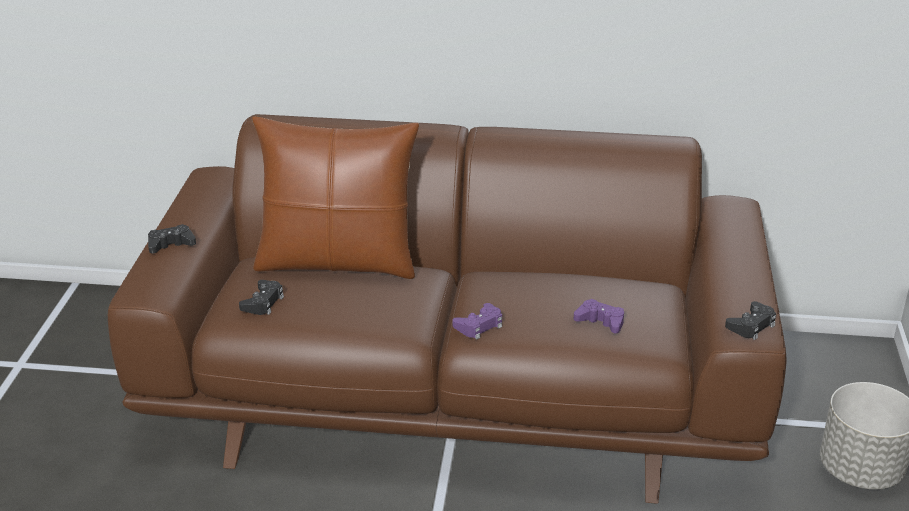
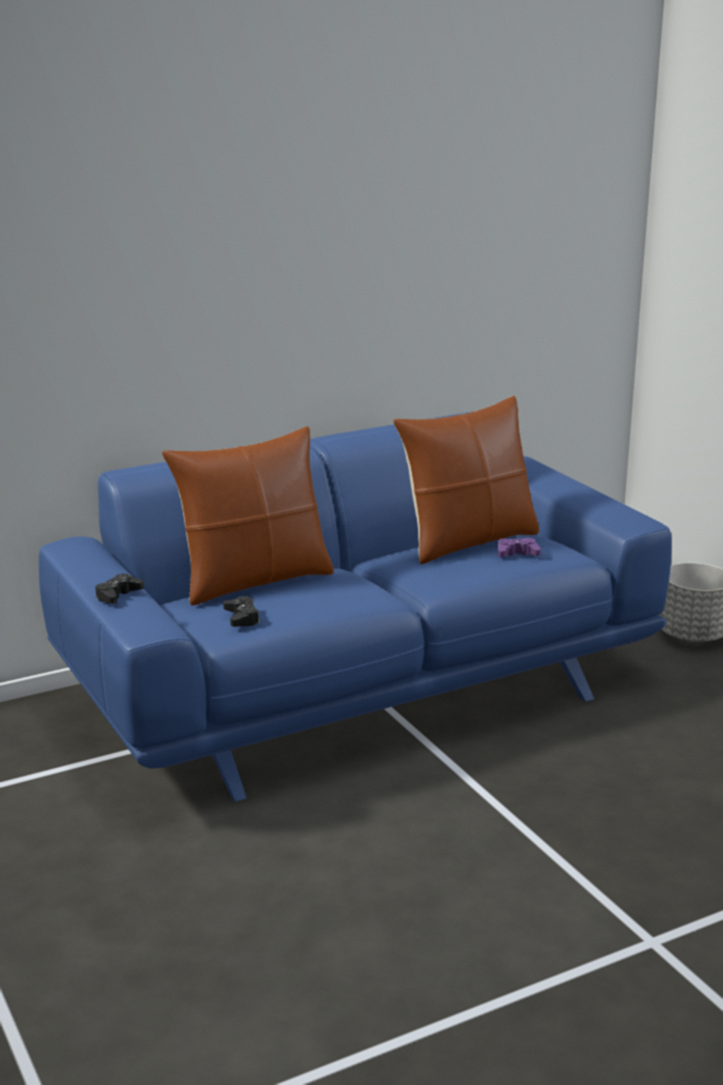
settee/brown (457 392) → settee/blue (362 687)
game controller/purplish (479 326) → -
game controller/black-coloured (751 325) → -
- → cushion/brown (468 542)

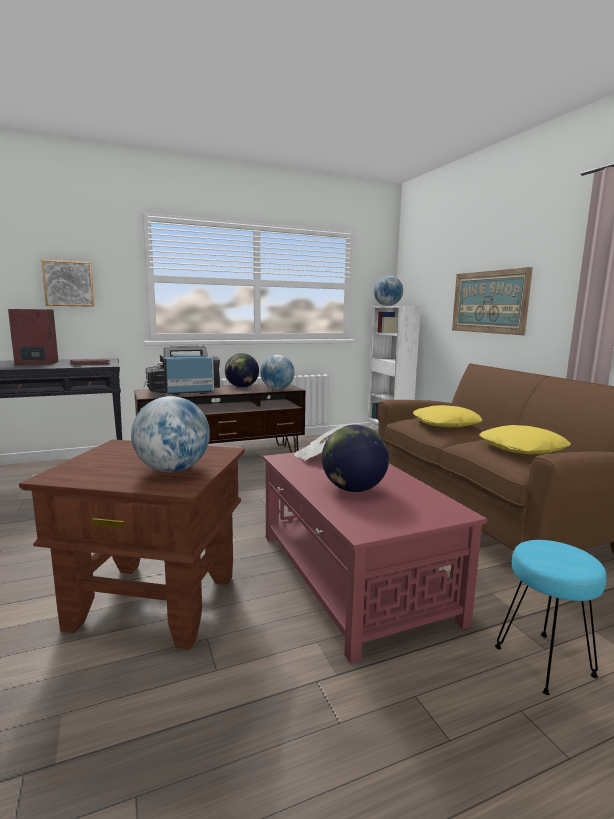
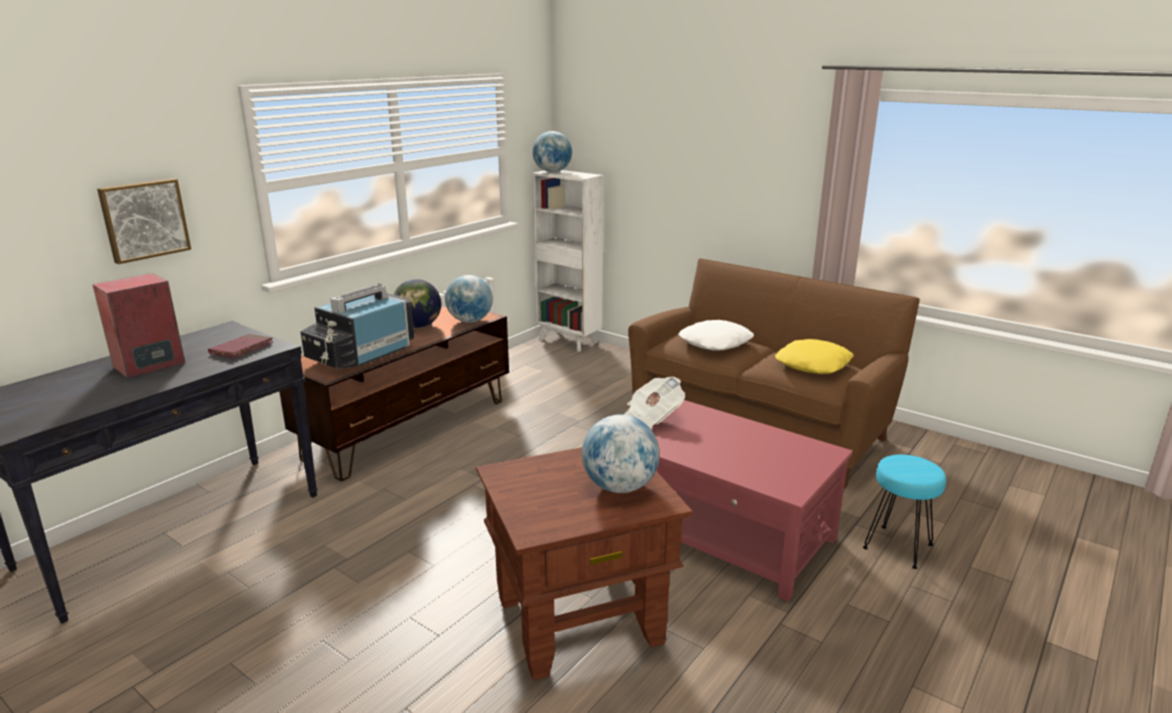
globe (353 489) → -
cushion/yellow-coloured (446 424) → cushion/whitish (716 343)
picture (488 302) → -

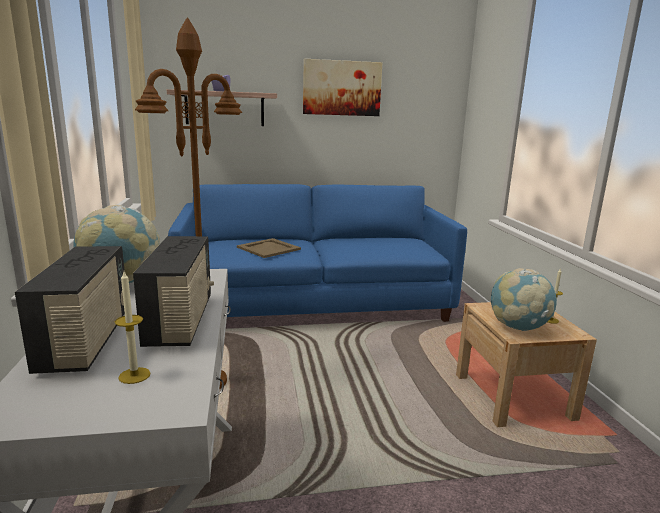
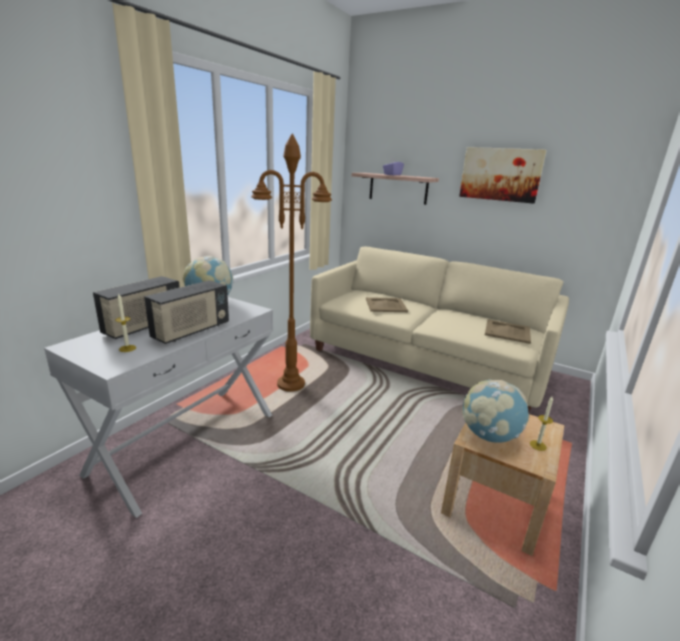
settee/blue (315 303) → settee/beige (426 360)
- → tray/beige (508 331)

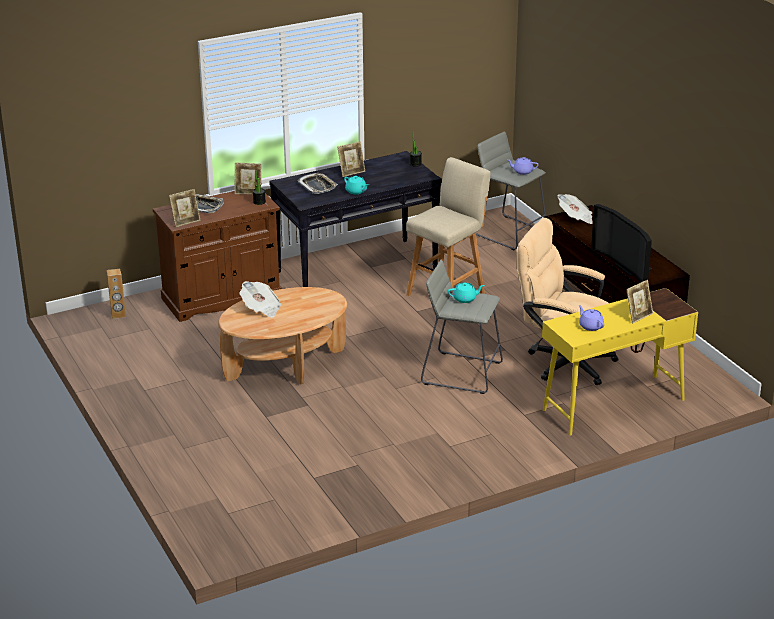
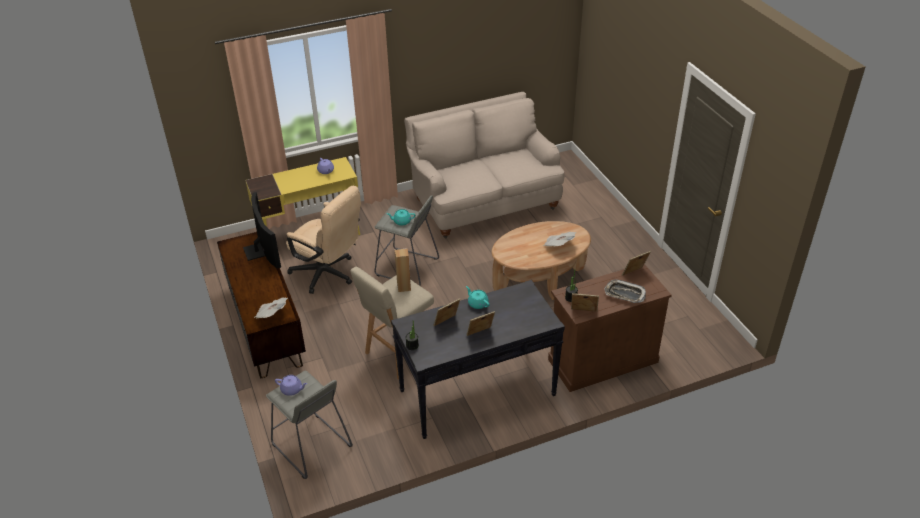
loudspeaker/brown (118 315) → loudspeaker/brown (404 287), move
tray (318 186) → -
picture frame (638 316) → picture frame (447 323), move
- → settee/beige (484 202)

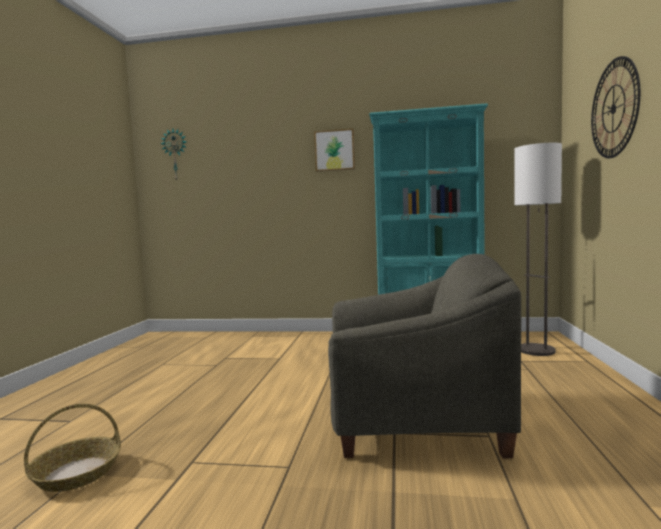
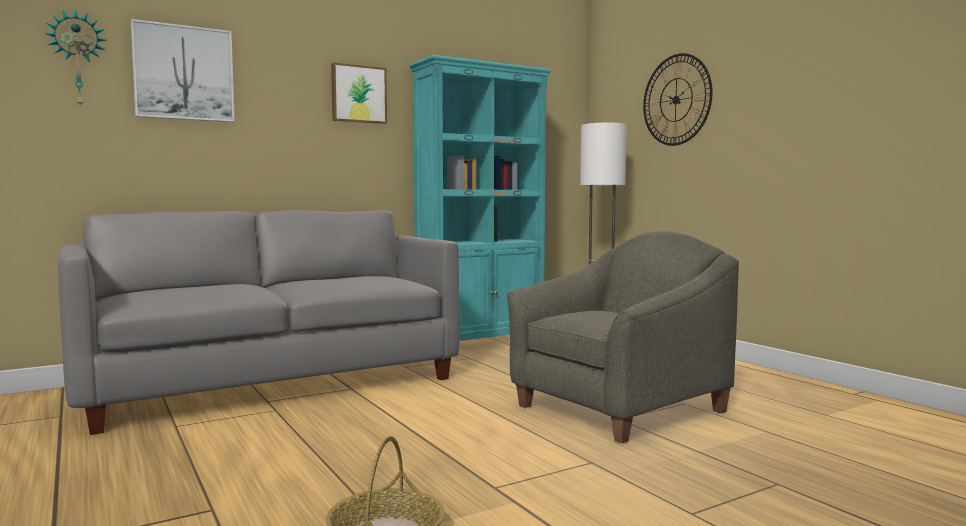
- → settee/greyish (271 382)
- → picture (184 73)

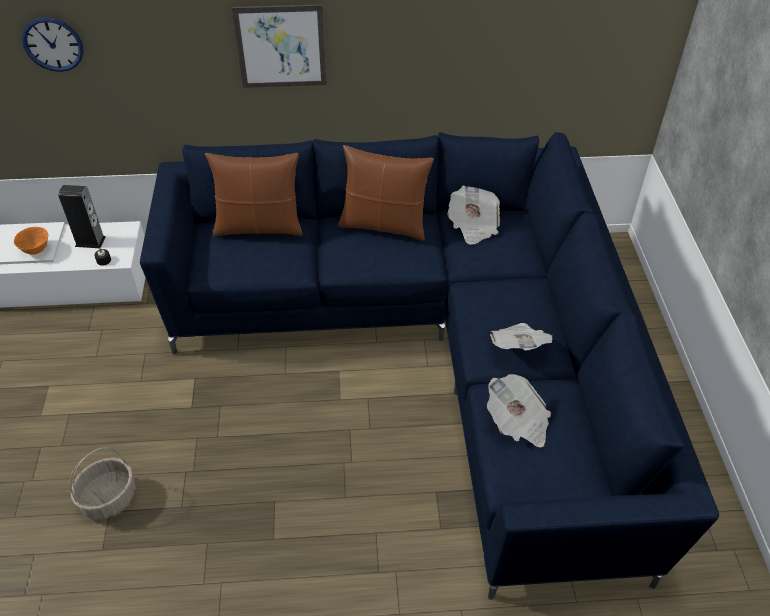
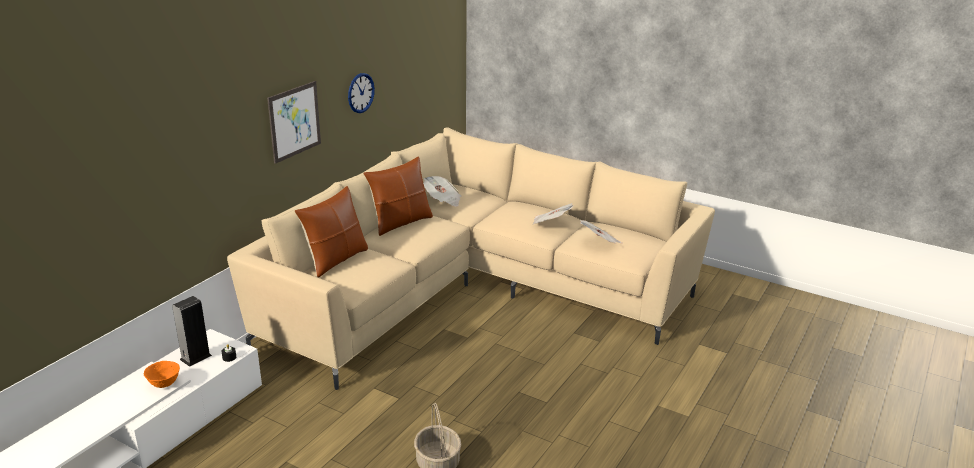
clock on the wall (53 44) → clock on the wall (360 93), move
settee/blue (433 350) → settee/beige (471 291)

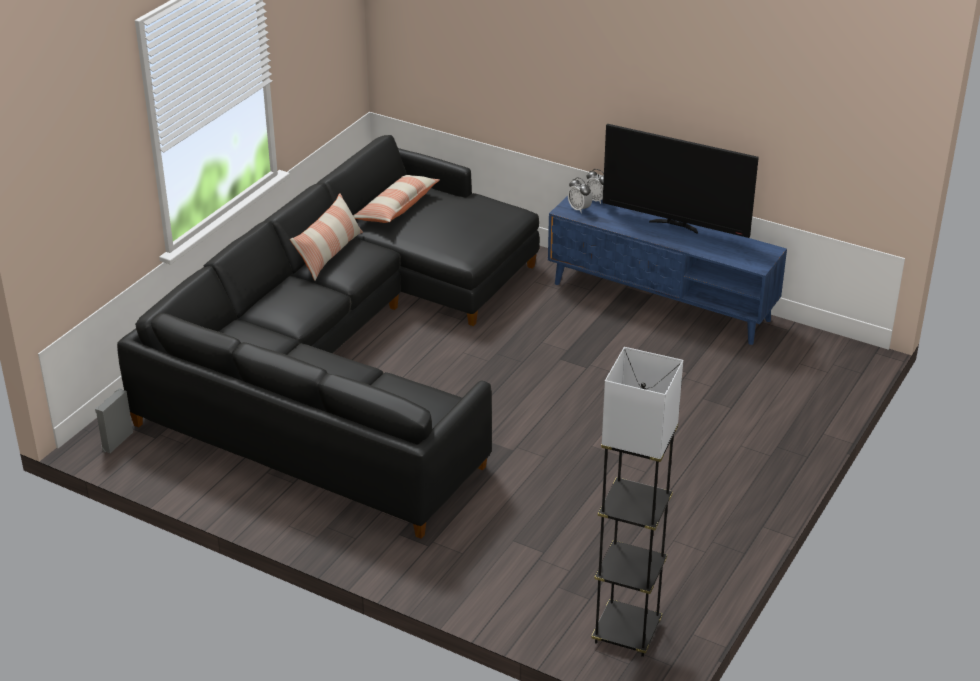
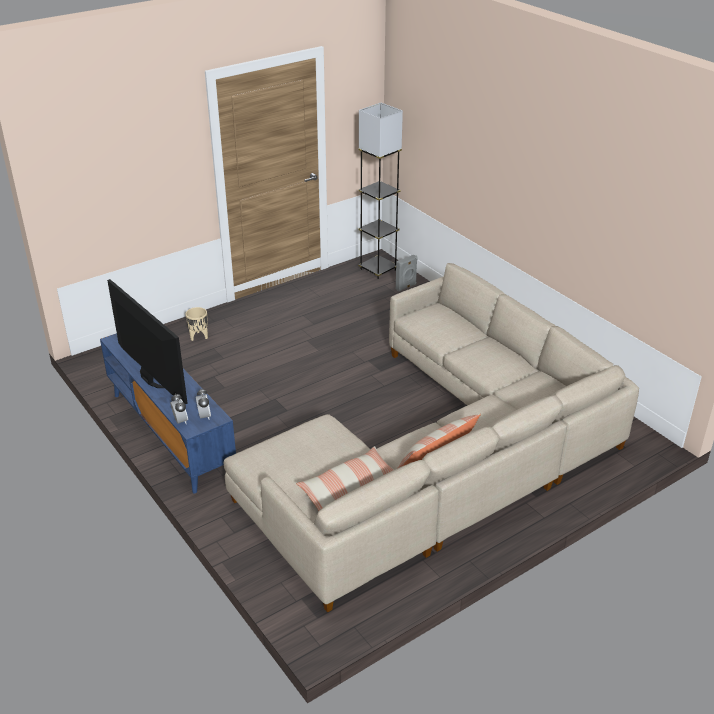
loudspeaker/greyish (116 441) → loudspeaker/greyish (406 287), move
settee/black-coloured (349 357) → settee/beige (440 458)
- → flower pot/beige (198 337)

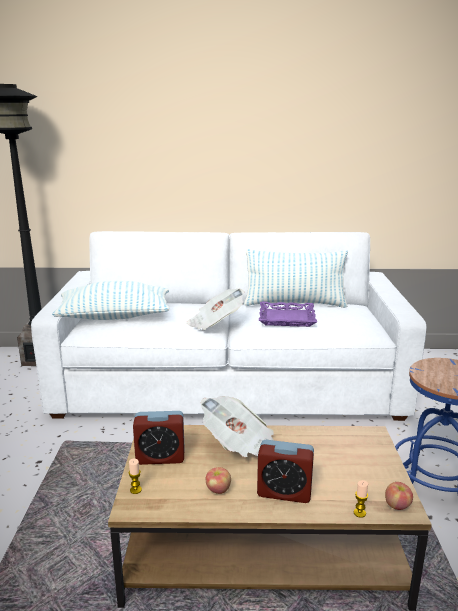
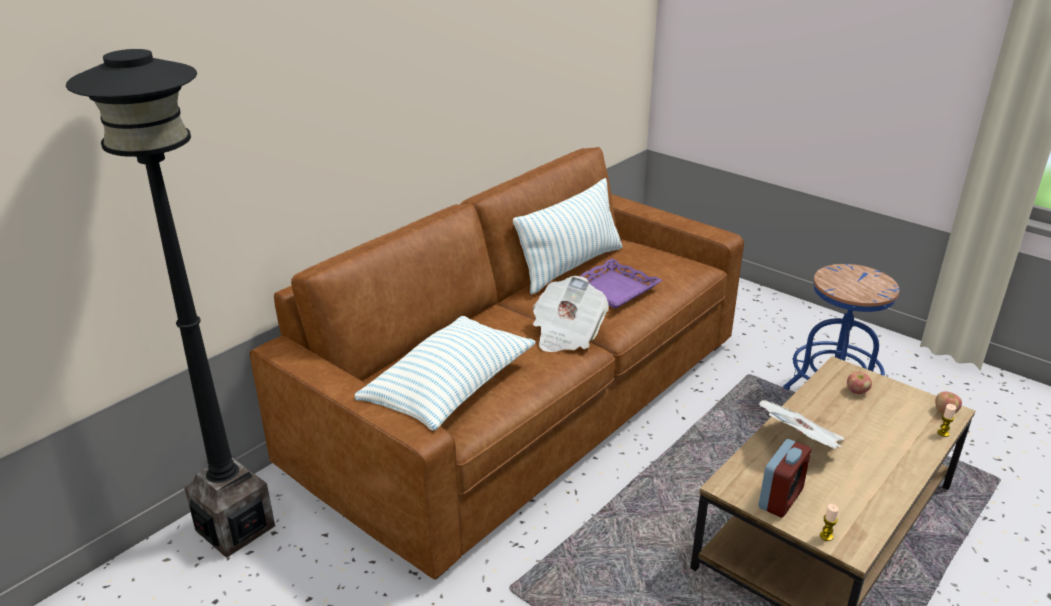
settee/whitish (229 381) → settee/brown (524 401)
apple (218 490) → apple (857 391), move
table clock (284 492) → -

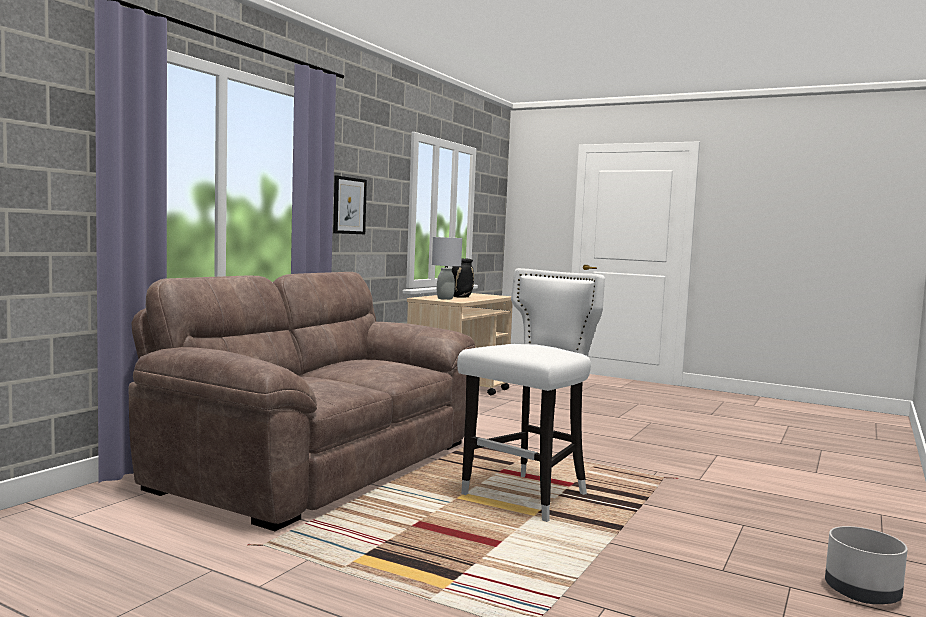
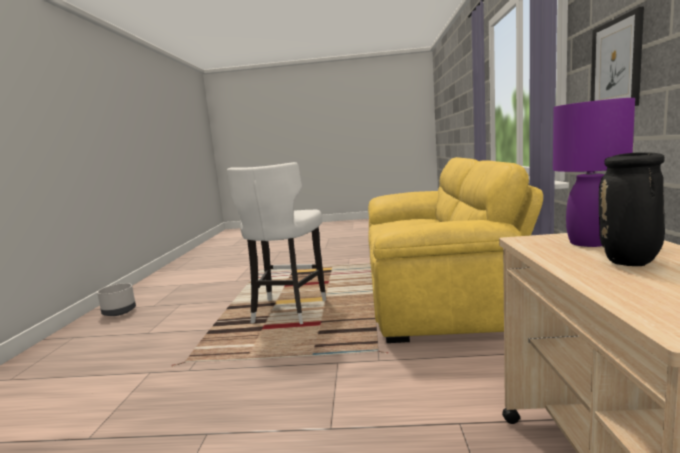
settee/brown (317 463) → settee/yellow-coloured (436 291)
table lamp/greyish (445 298) → table lamp/purplish (588 243)

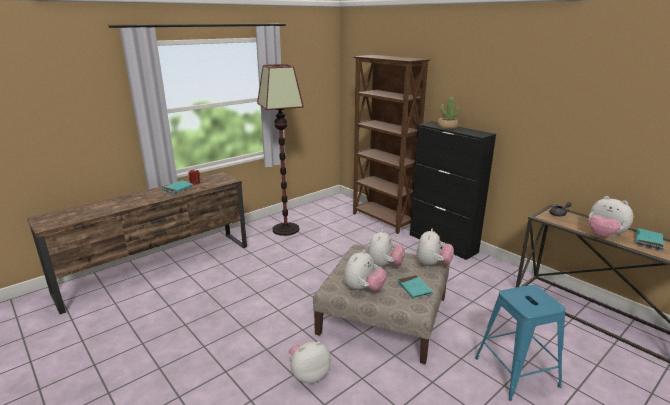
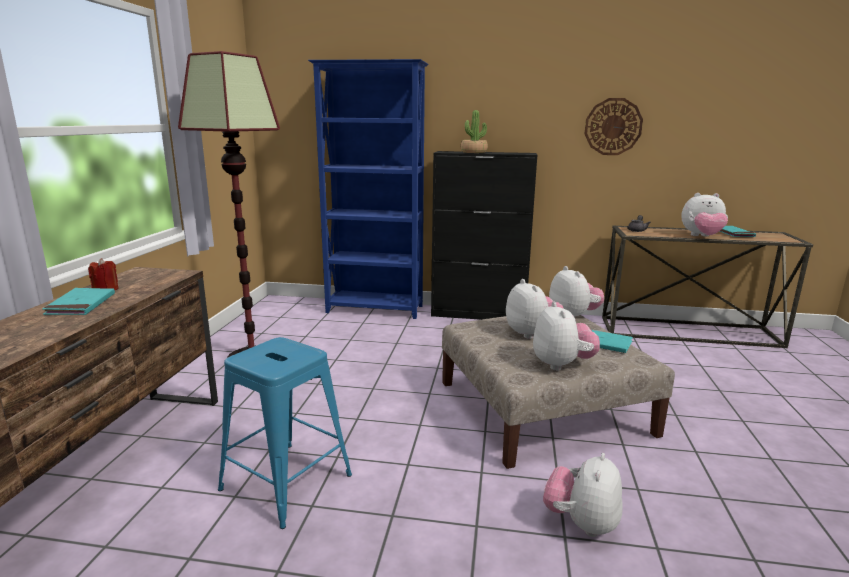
bookcase/brown (383 220) → bookcase/blue (375 310)
stool seat/blue (515 372) → stool seat/blue (285 482), move
- → clock on the wall (613 127)

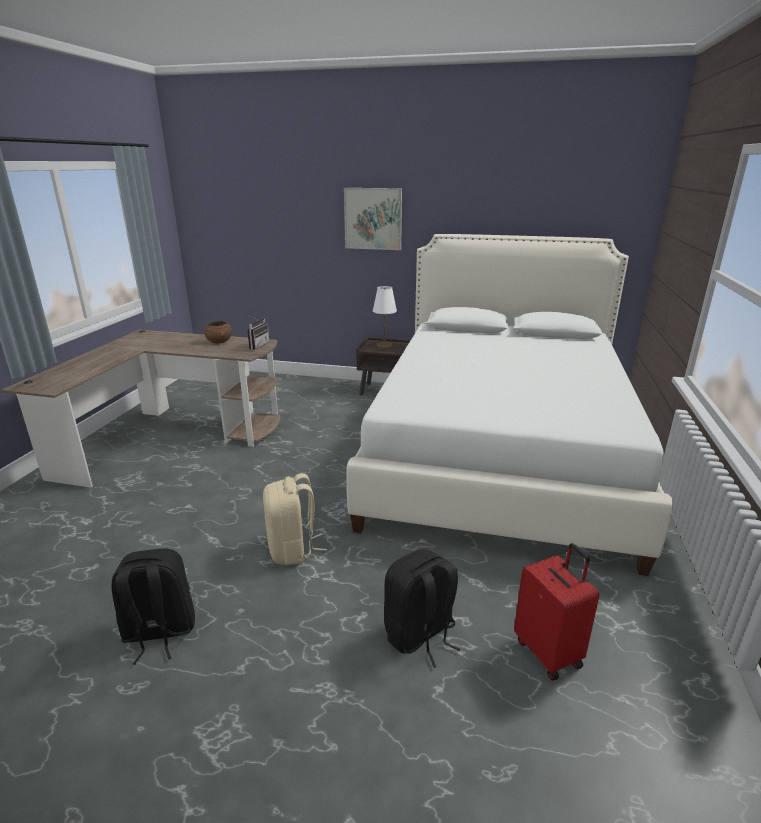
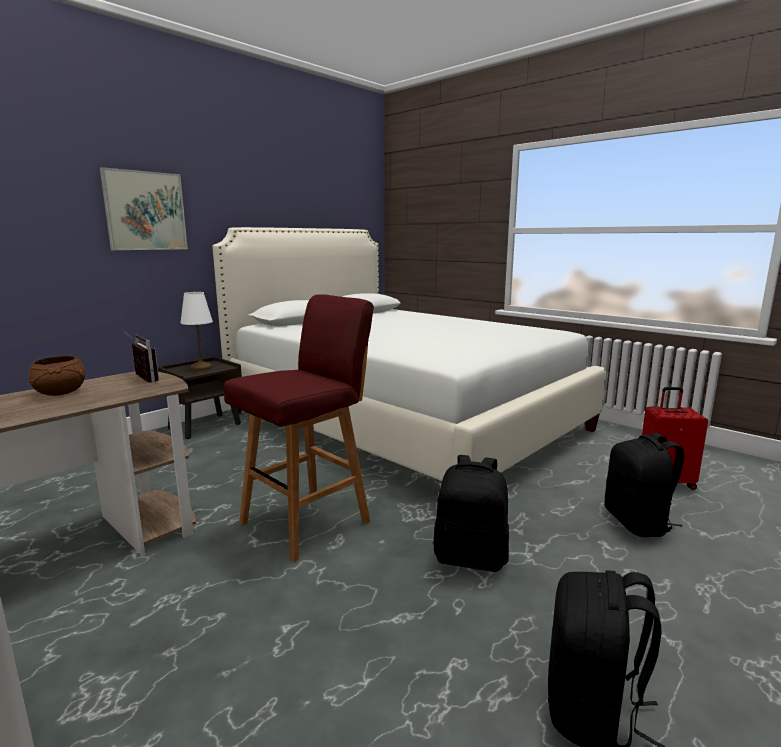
backpack/beige (293 549) → backpack/black-coloured (471 557)
- → stool seat/reddish (308 521)

